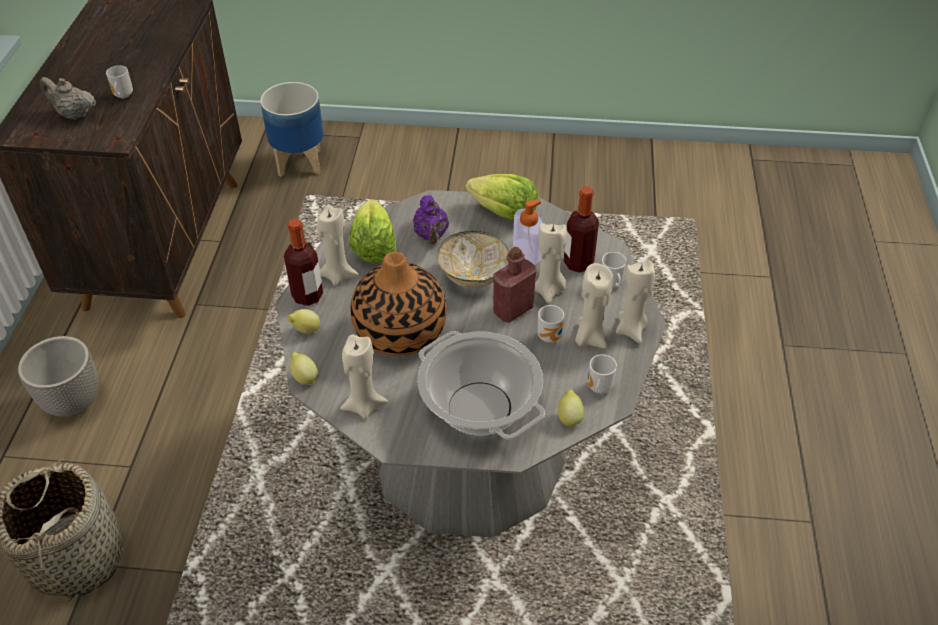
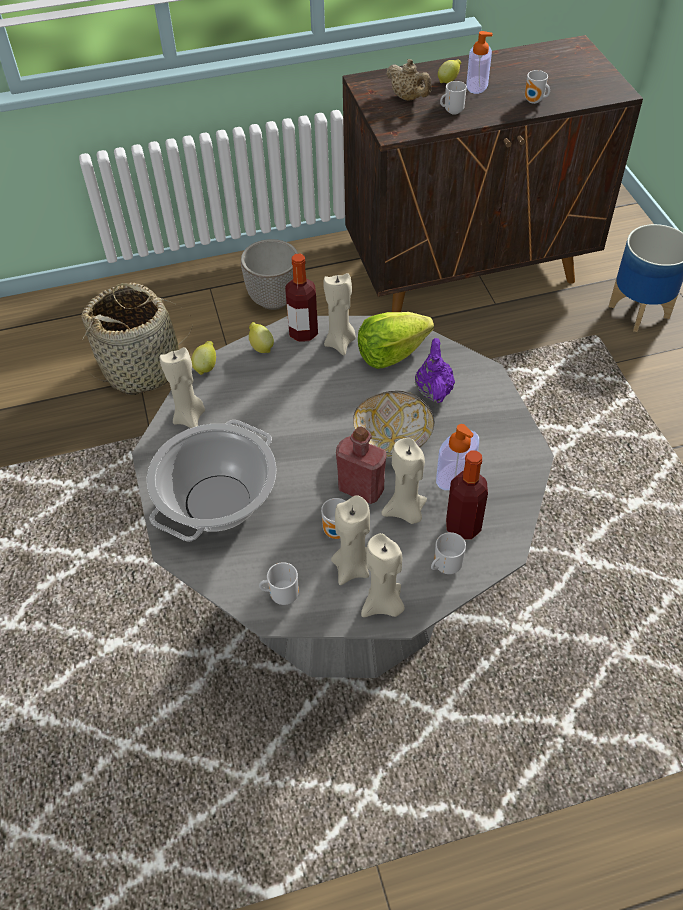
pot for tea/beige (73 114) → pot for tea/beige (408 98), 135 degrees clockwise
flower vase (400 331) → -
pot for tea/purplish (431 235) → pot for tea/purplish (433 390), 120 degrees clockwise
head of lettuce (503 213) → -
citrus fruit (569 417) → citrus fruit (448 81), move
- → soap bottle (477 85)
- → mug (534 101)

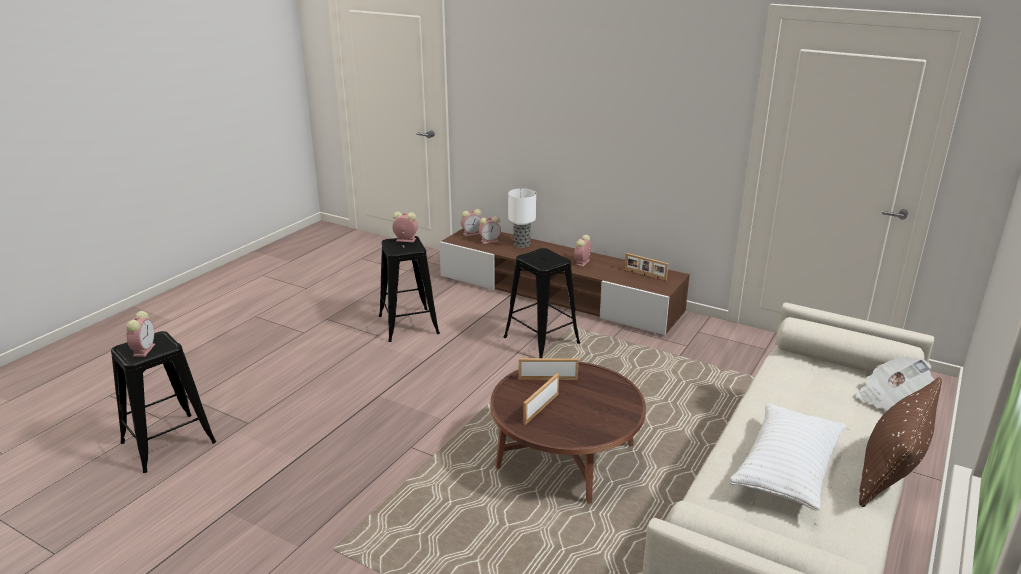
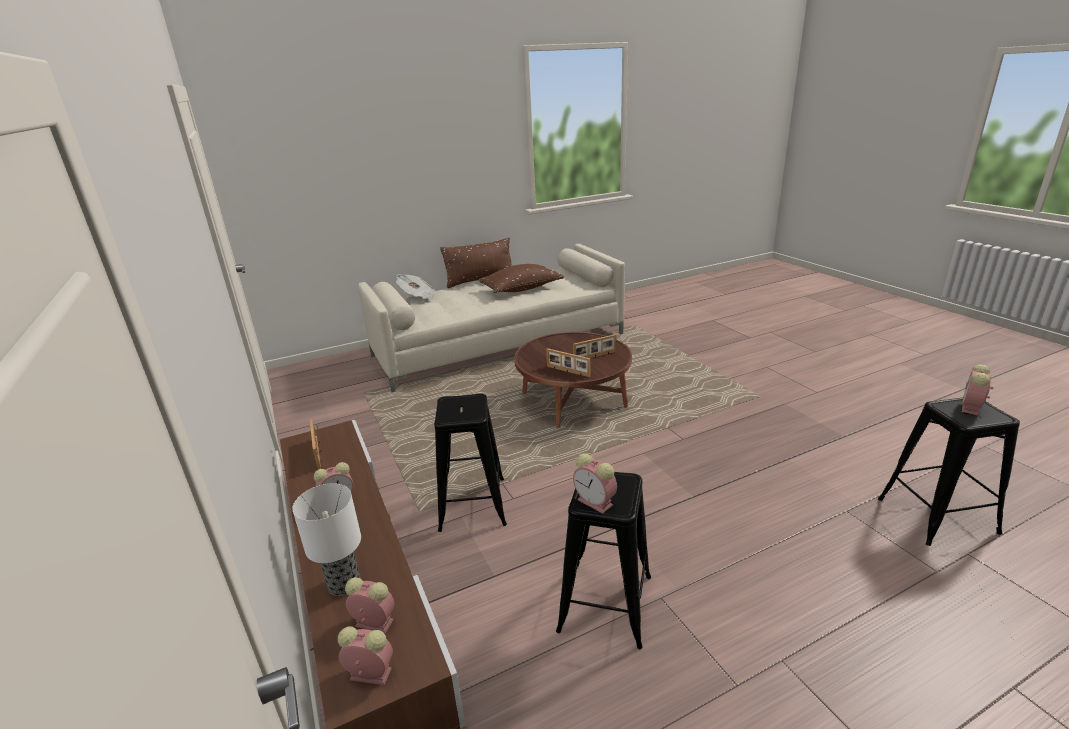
cushion/whitish (786 470) → cushion/brown (521 289)

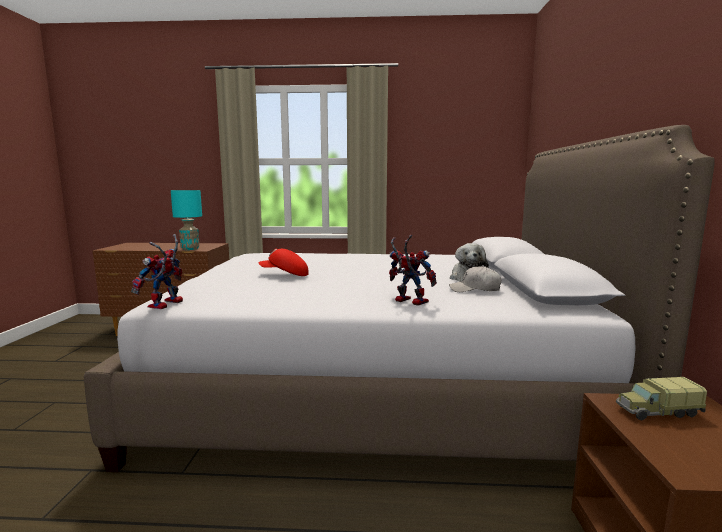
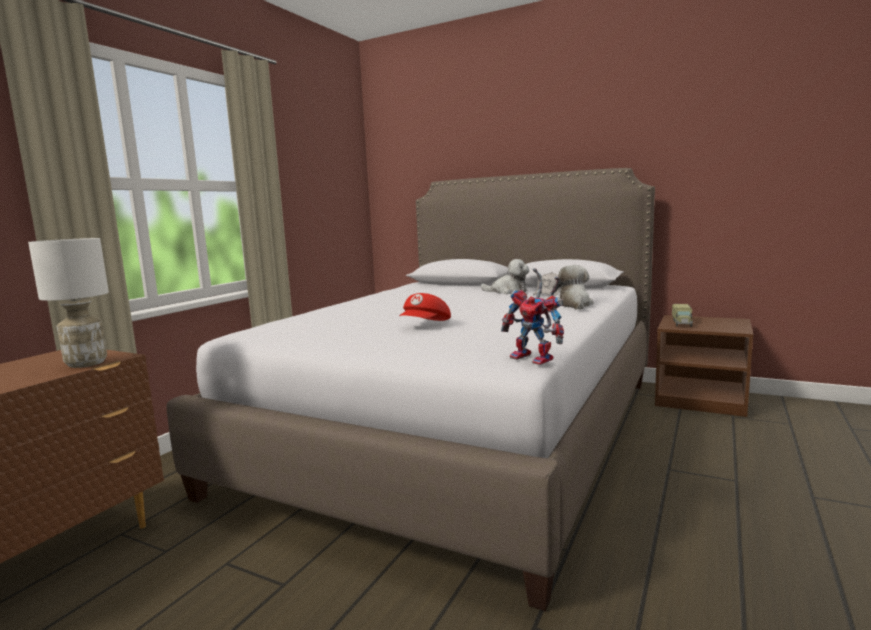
table lamp/turquoise-coloured (190 249) → table lamp/whitish (85 363)
model robot (407 301) → plush toy (574 305)

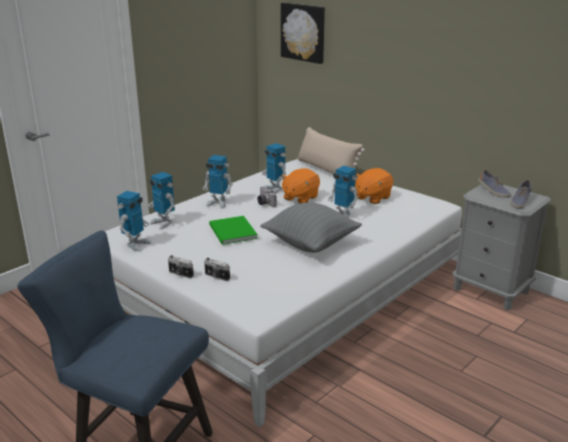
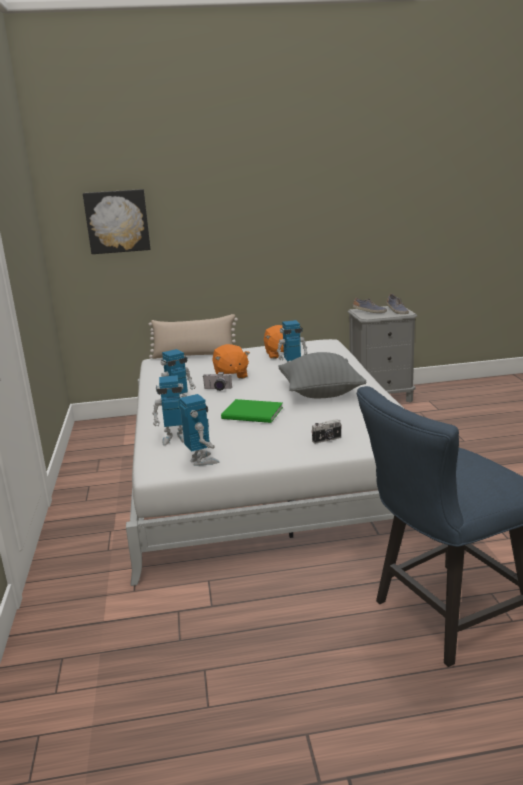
still camera (180 274) → -
model robot (274 189) → -

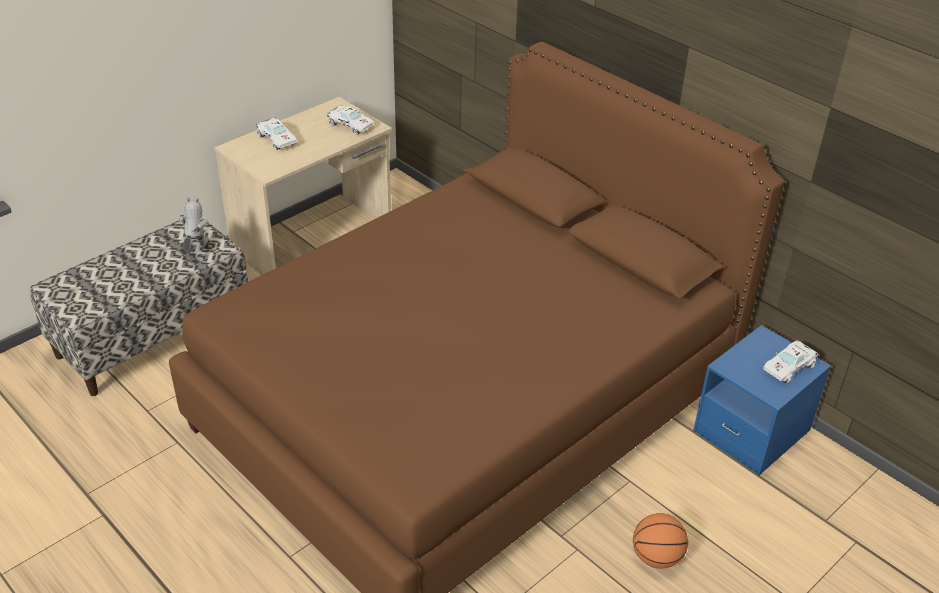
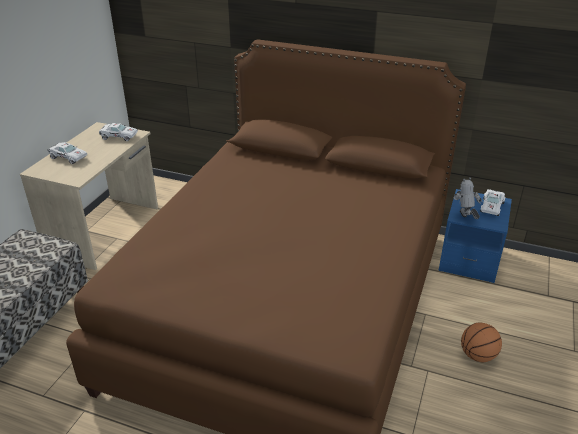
model robot (197 251) → model robot (464 219), move

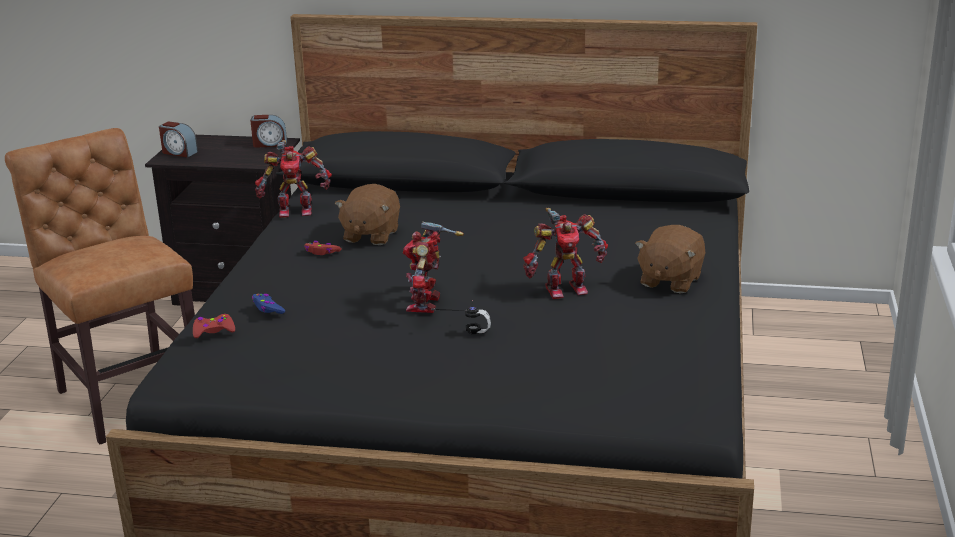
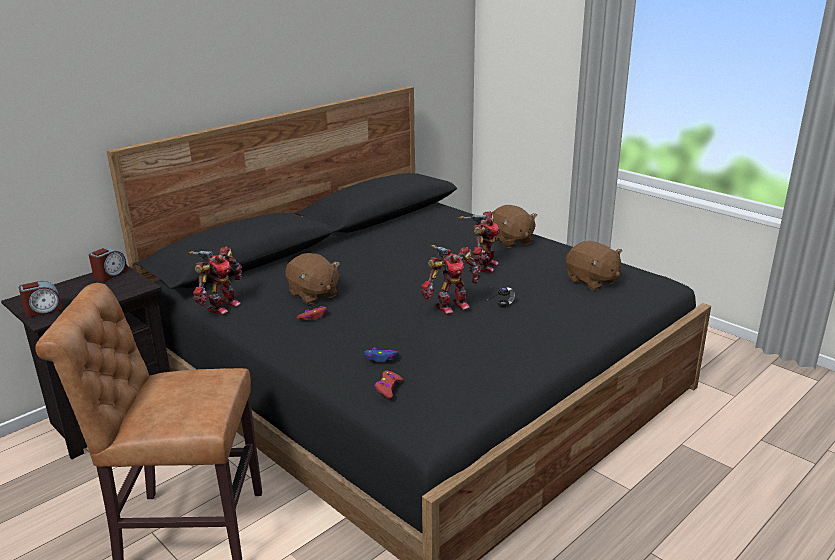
model robot (427 303) → model robot (450 306), 75 degrees counterclockwise
- → plush toy/brown (592 281)

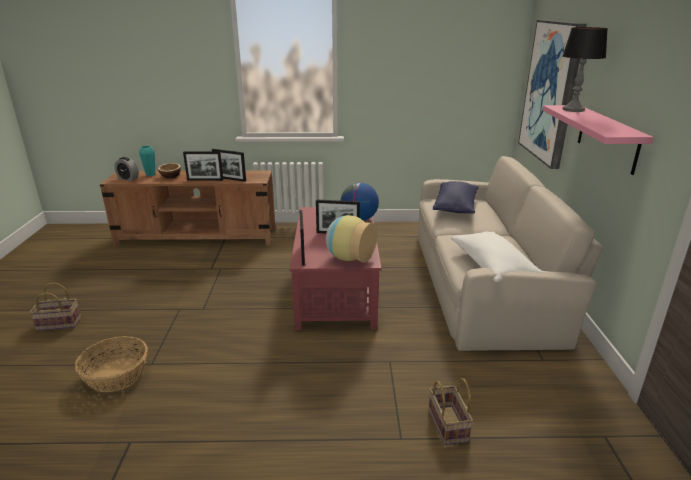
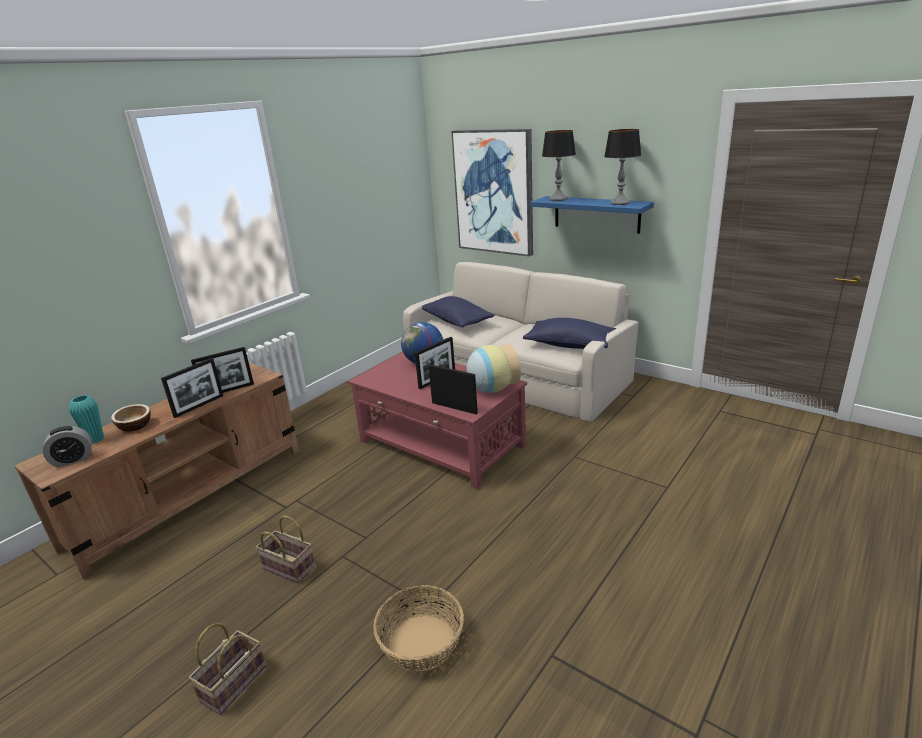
household basket (446 424) → household basket (287 567), move
cushion/whitish (492 267) → cushion/blue (569 345)
bracket shelf/pinkish (607 138) → bracket shelf/blue (596 214)
- → table lamp (620 203)

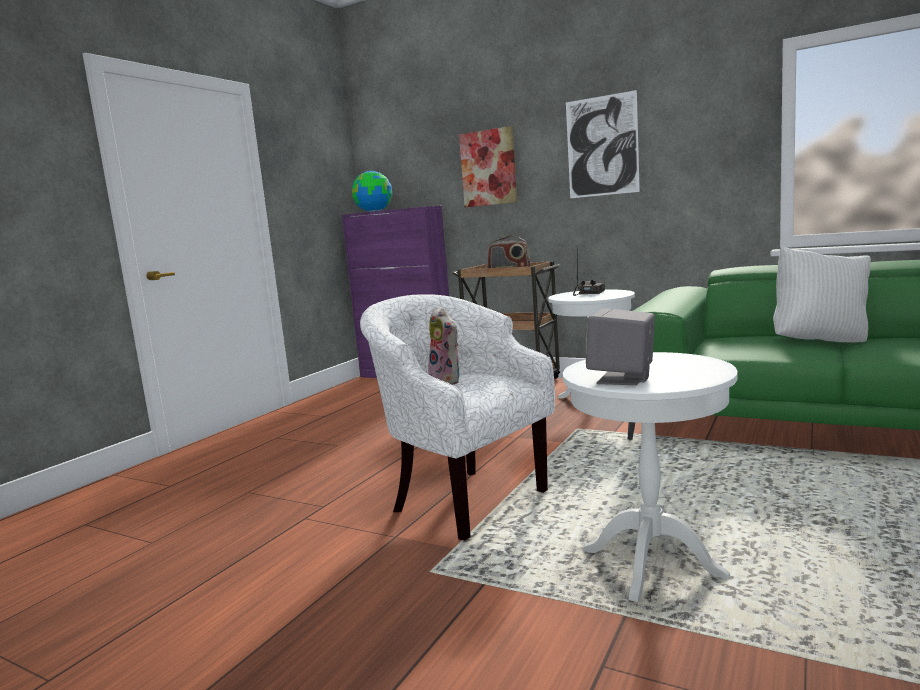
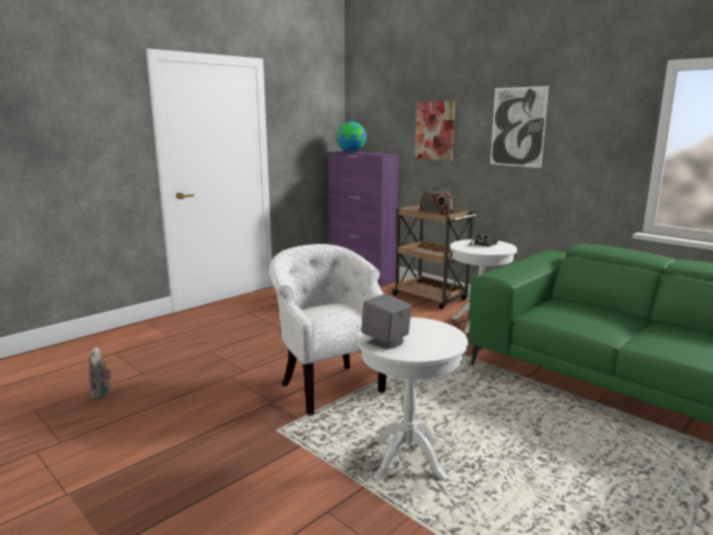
plush toy (448 381) → plush toy (102 393), move
cushion/whitish (820 341) → -

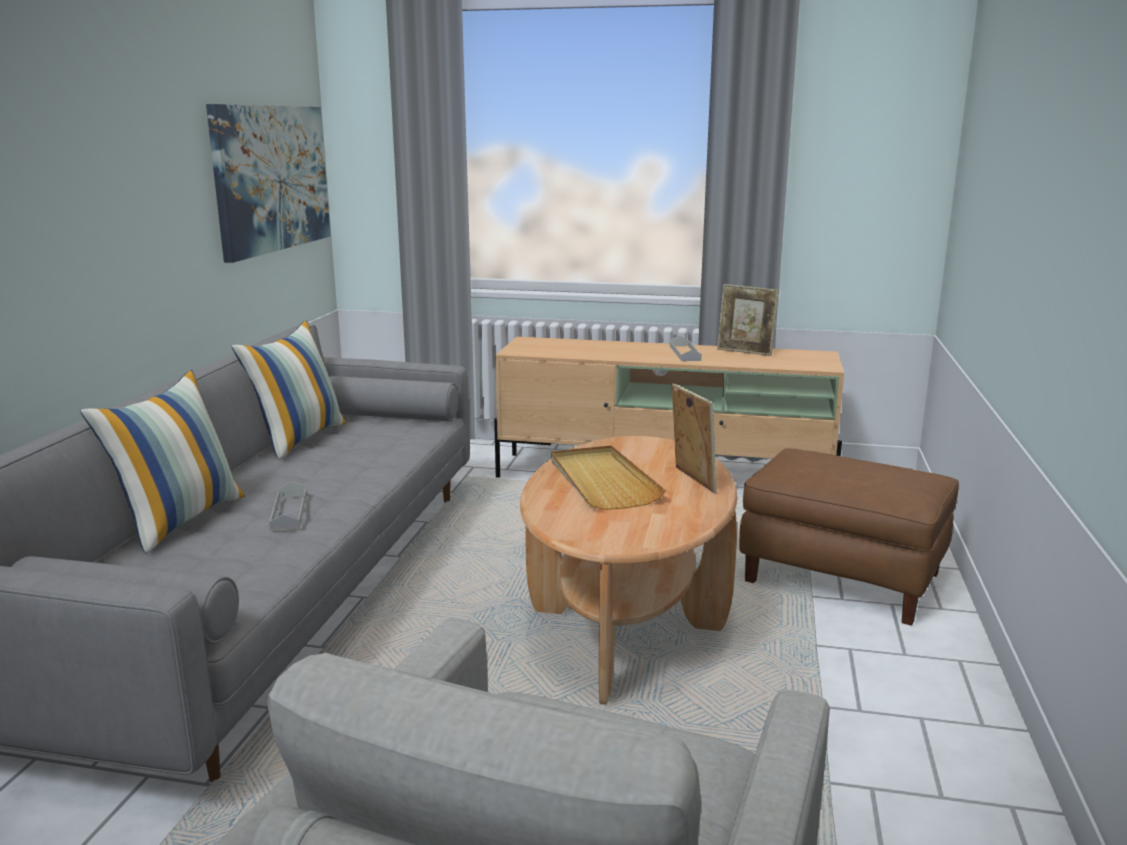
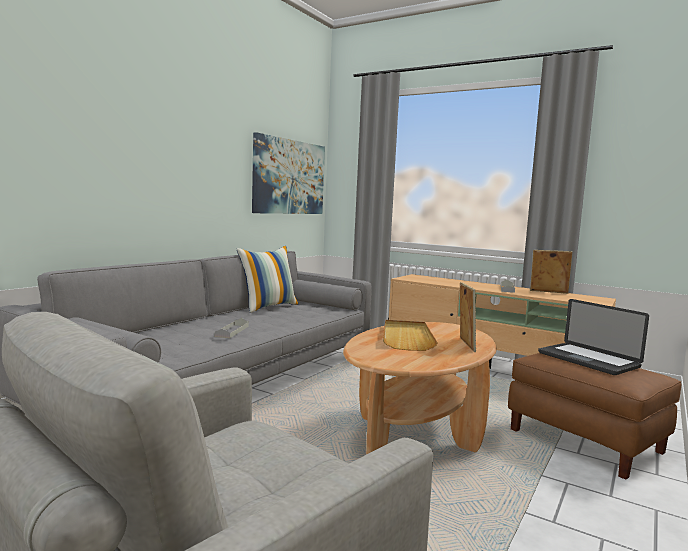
cushion (179 520) → -
picture frame (745 352) → picture frame (548 292), 150 degrees clockwise
- → laptop (588 360)

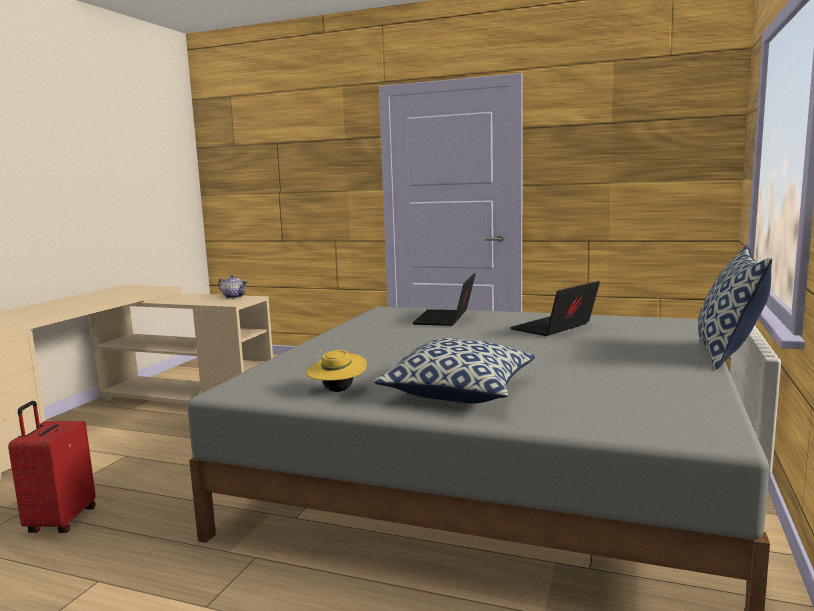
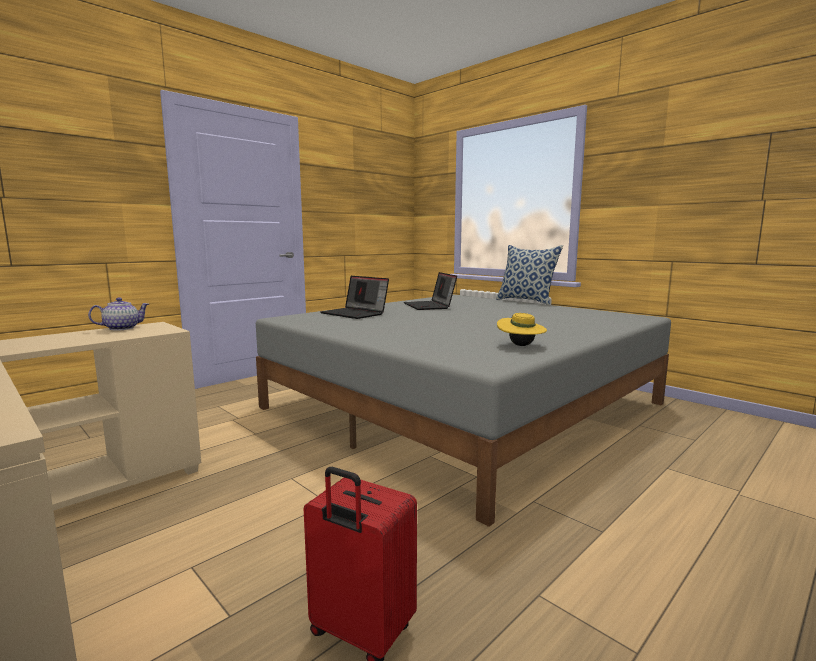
cushion (459 392) → -

